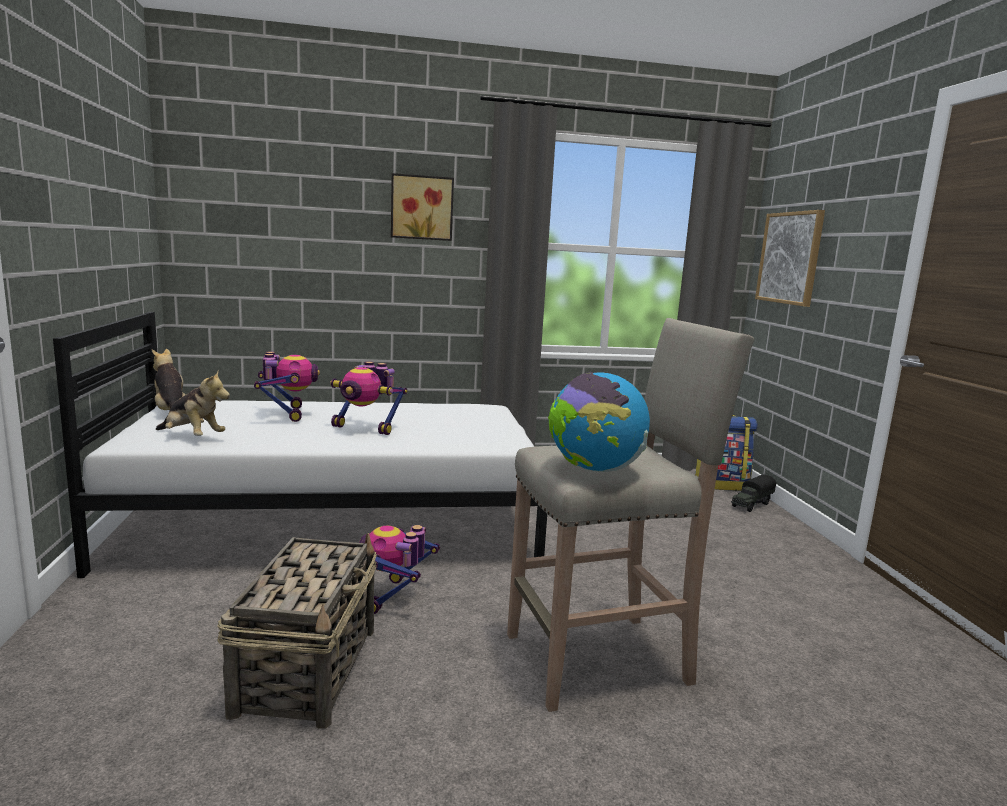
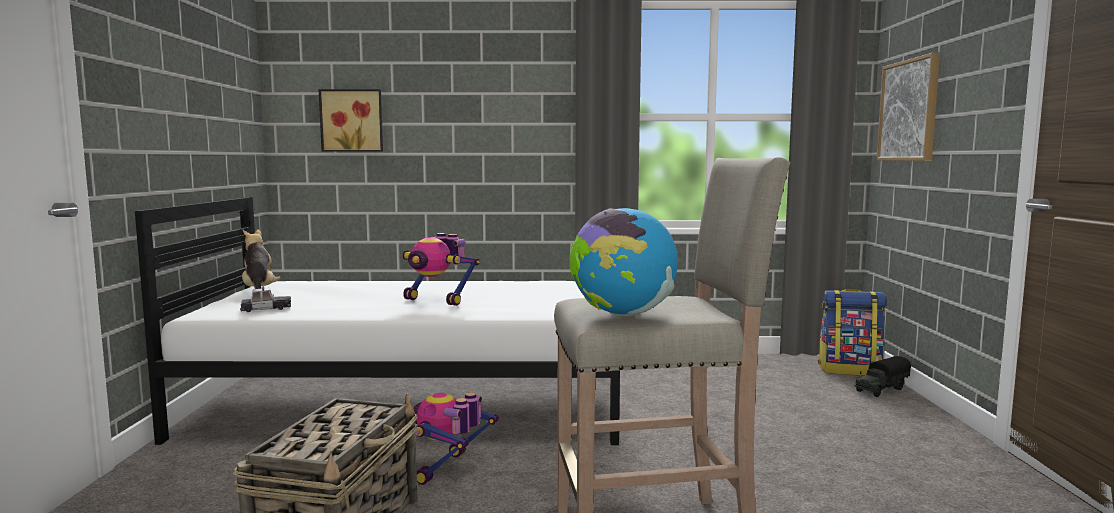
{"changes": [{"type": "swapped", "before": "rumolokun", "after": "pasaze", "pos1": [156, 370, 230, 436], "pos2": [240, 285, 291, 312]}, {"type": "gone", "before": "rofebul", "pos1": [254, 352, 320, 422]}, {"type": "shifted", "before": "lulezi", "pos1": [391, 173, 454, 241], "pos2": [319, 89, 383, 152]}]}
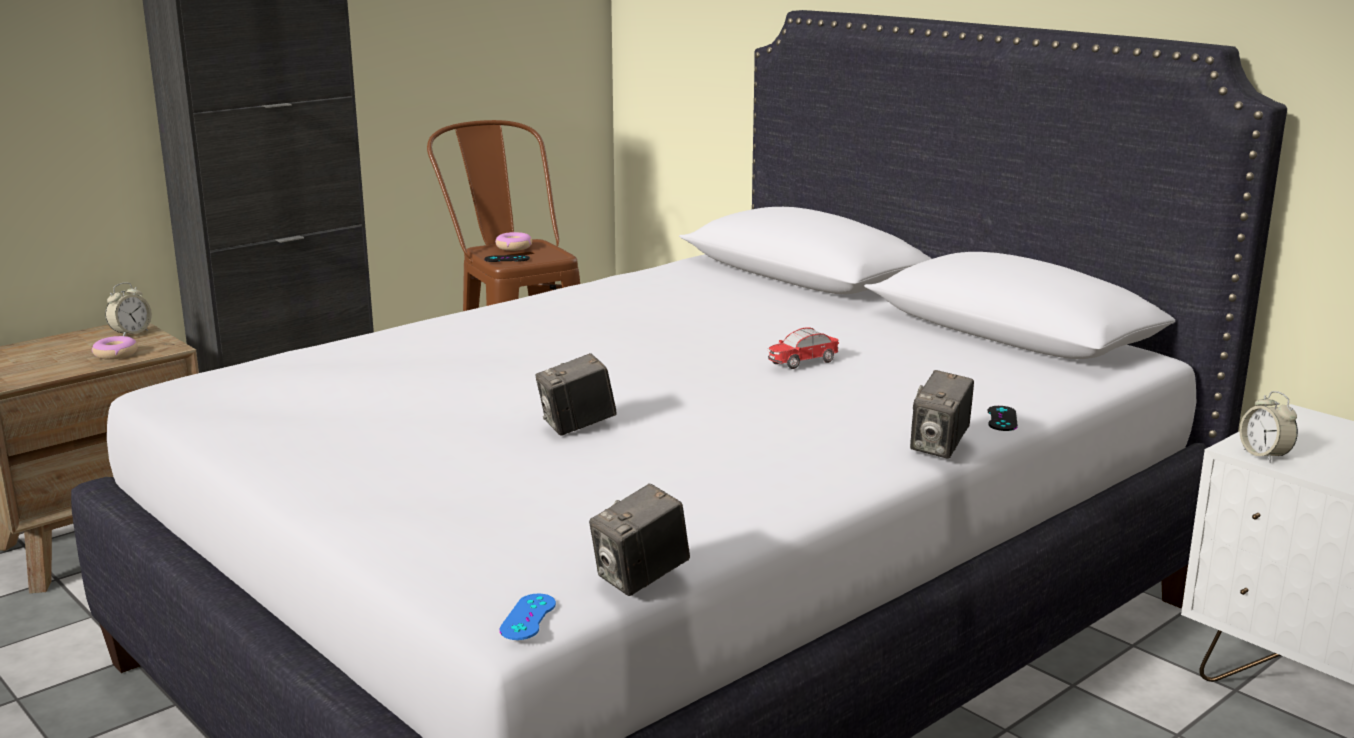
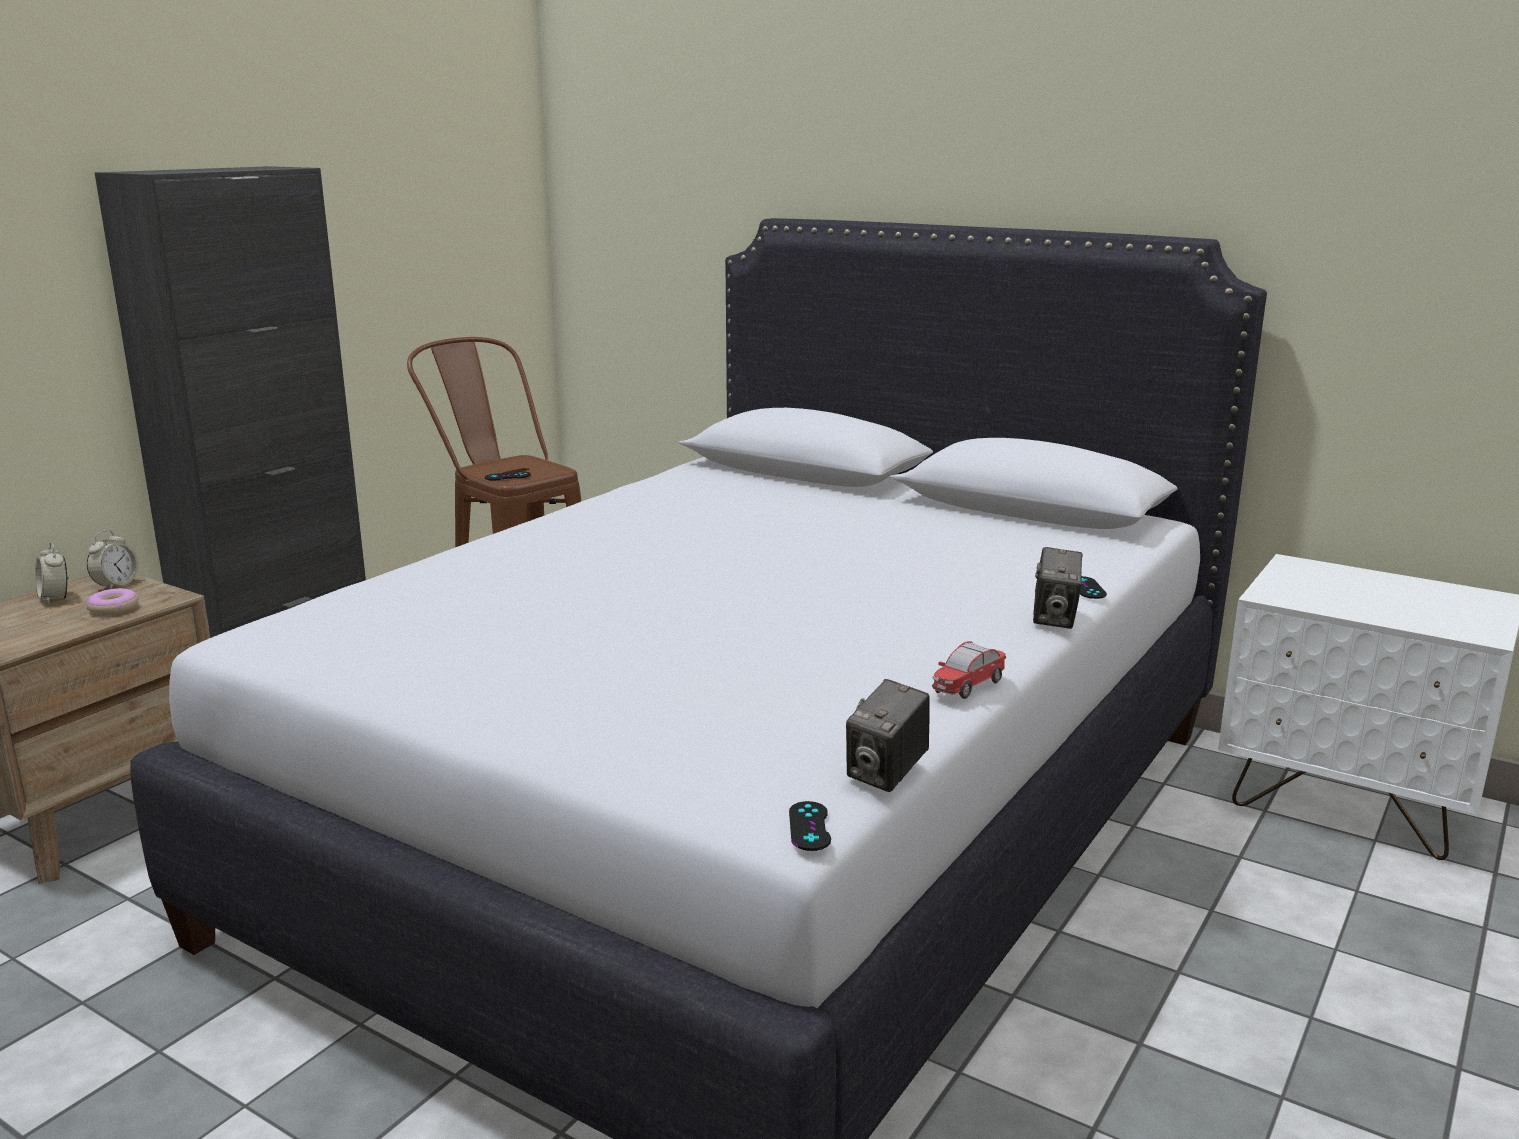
{"changes": [{"type": "gone", "before": "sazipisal", "pos1": [495, 232, 532, 251]}, {"type": "repainted", "before": "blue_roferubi", "after": "black_roferubi", "pos1": [499, 593, 556, 640], "pos2": [789, 801, 831, 851]}, {"type": "gone", "before": "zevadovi", "pos1": [535, 353, 617, 436]}, {"type": "shifted", "before": "pasaze", "pos1": [767, 327, 839, 369], "pos2": [932, 641, 1006, 699]}, {"type": "shifted", "before": "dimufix", "pos1": [1239, 391, 1298, 463], "pos2": [36, 542, 68, 605]}]}
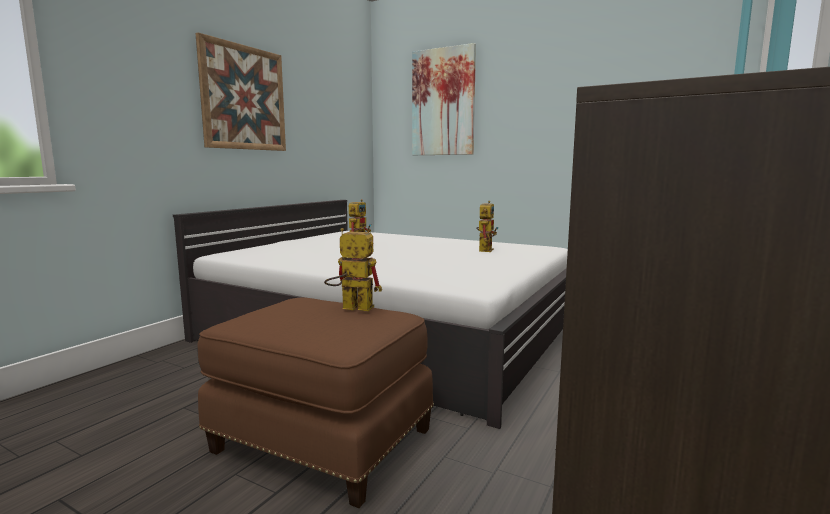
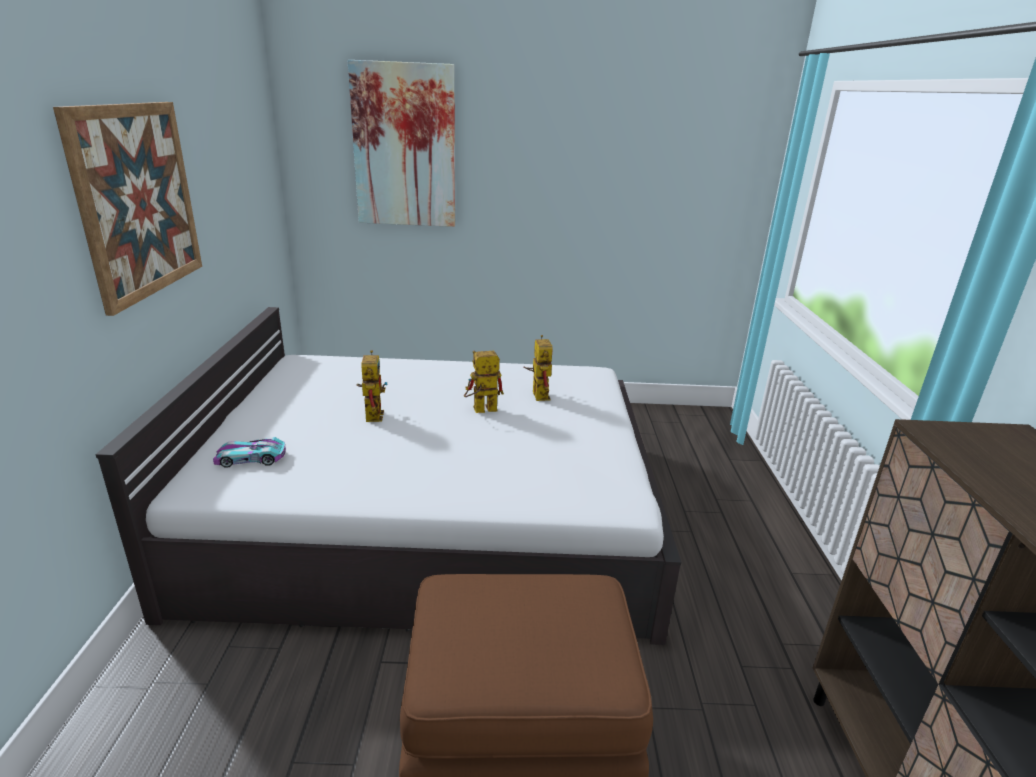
{"changes": [{"type": "shifted", "before": "rofebul", "pos1": [324, 228, 382, 312], "pos2": [464, 351, 504, 413]}, {"type": "new", "after": "pasaze", "pos2": [213, 437, 286, 468]}]}
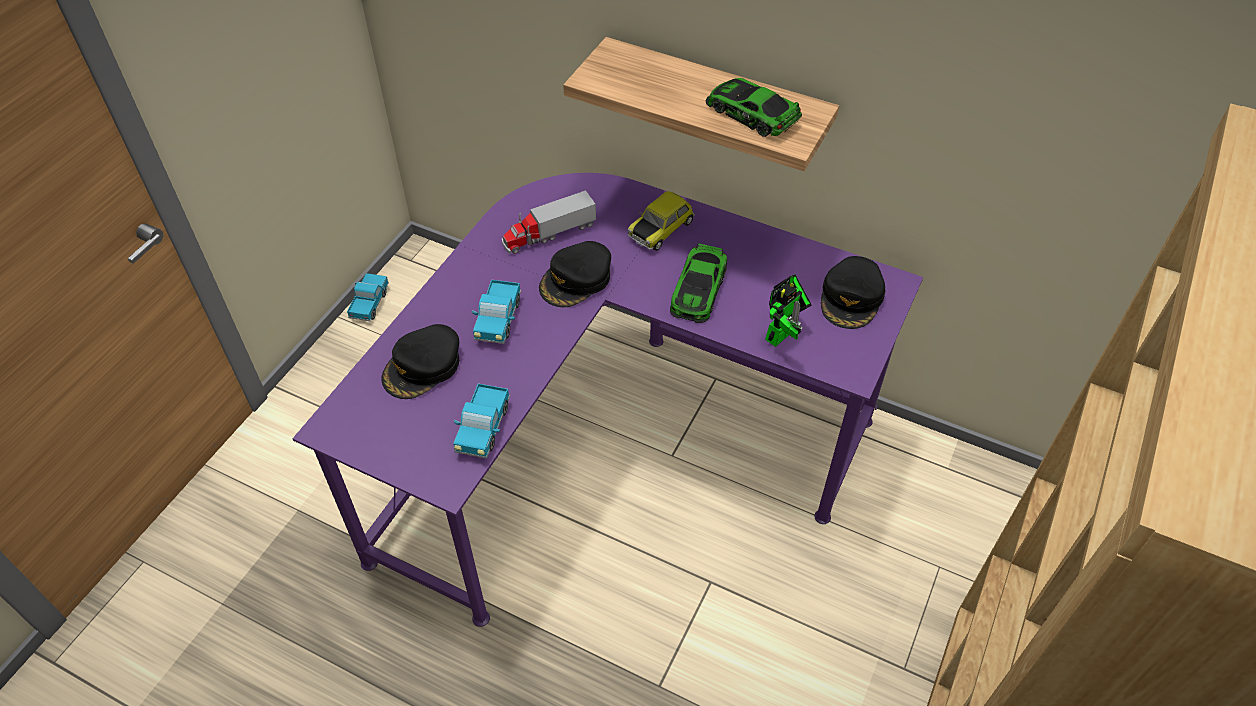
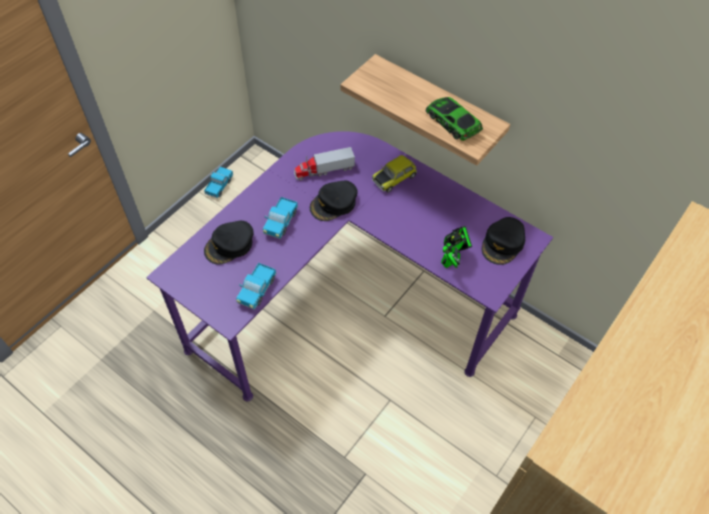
{"changes": [{"type": "gone", "before": "pasaze", "pos1": [670, 244, 727, 323]}]}
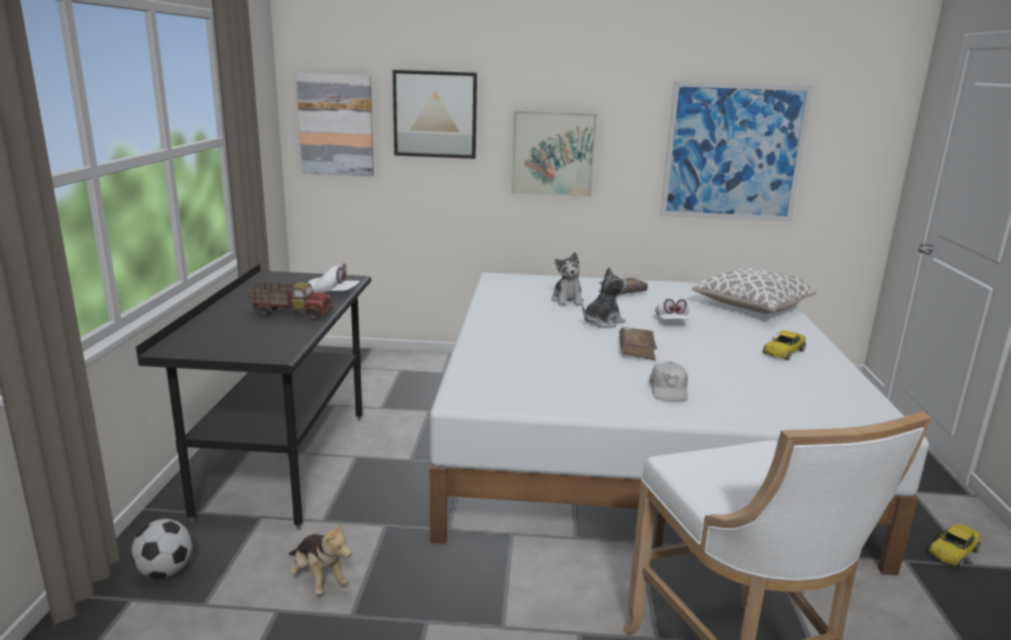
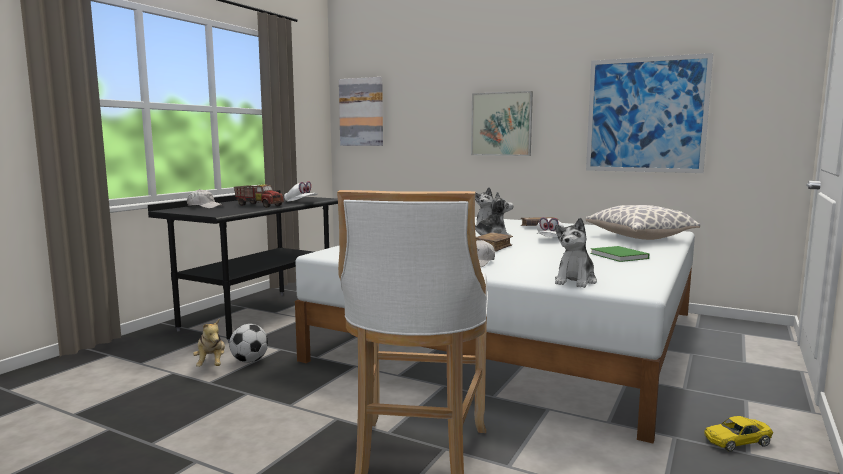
{"changes": [{"type": "shifted", "before": "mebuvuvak", "pos1": [131, 519, 193, 578], "pos2": [229, 324, 268, 363]}, {"type": "gone", "before": "lulezi", "pos1": [393, 70, 477, 159]}, {"type": "swapped", "before": "yellow_pasaze", "after": "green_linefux", "pos1": [763, 330, 806, 360], "pos2": [590, 246, 649, 262]}, {"type": "new", "after": "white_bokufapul", "pos2": [187, 189, 224, 209]}, {"type": "new", "after": "rumolokun", "pos2": [555, 218, 597, 288]}]}
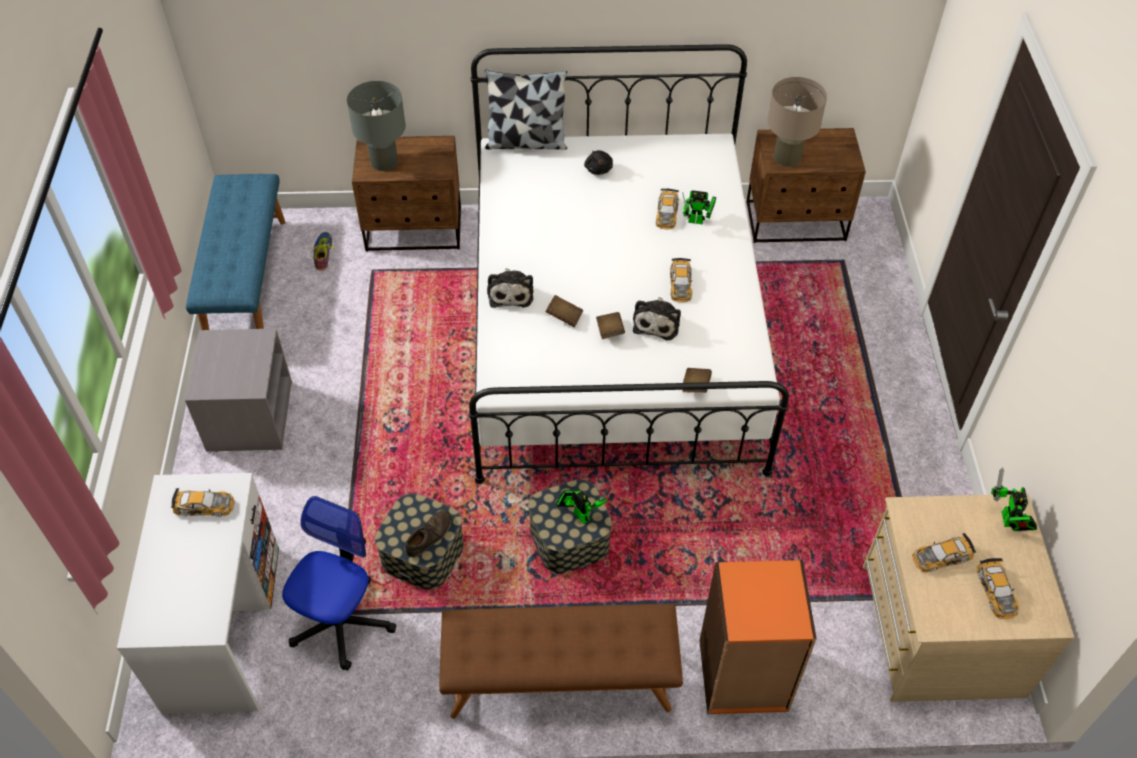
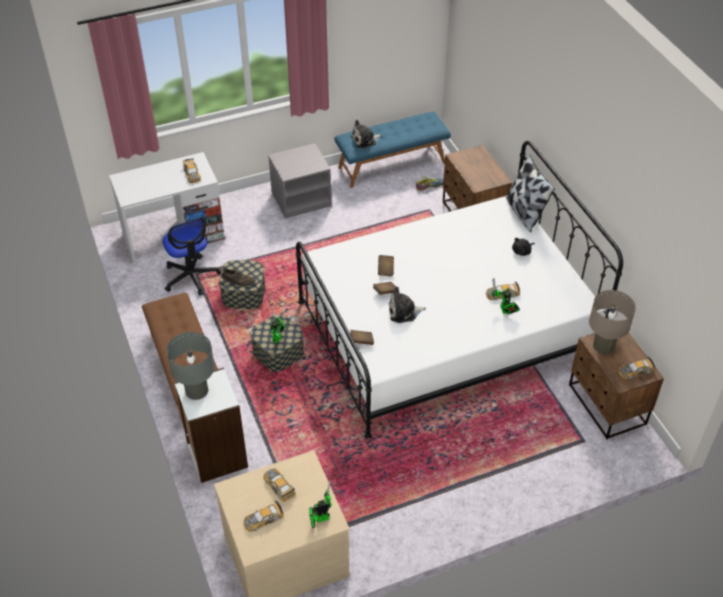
{"changes": [{"type": "rotated", "before": "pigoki", "pos1": [282, 496, 396, 671], "pos2": [163, 218, 222, 296], "turn": 60}, {"type": "shifted", "before": "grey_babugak", "pos1": [347, 81, 406, 171], "pos2": [166, 332, 215, 400]}, {"type": "shifted", "before": "rumolokun", "pos1": [487, 268, 533, 308], "pos2": [351, 120, 381, 149]}, {"type": "shifted", "before": "pasaze", "pos1": [670, 258, 692, 302], "pos2": [618, 356, 655, 379]}, {"type": "repainted", "before": "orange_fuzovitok", "after": "white_fuzovitok", "pos1": [699, 560, 817, 714], "pos2": [174, 368, 248, 483]}]}
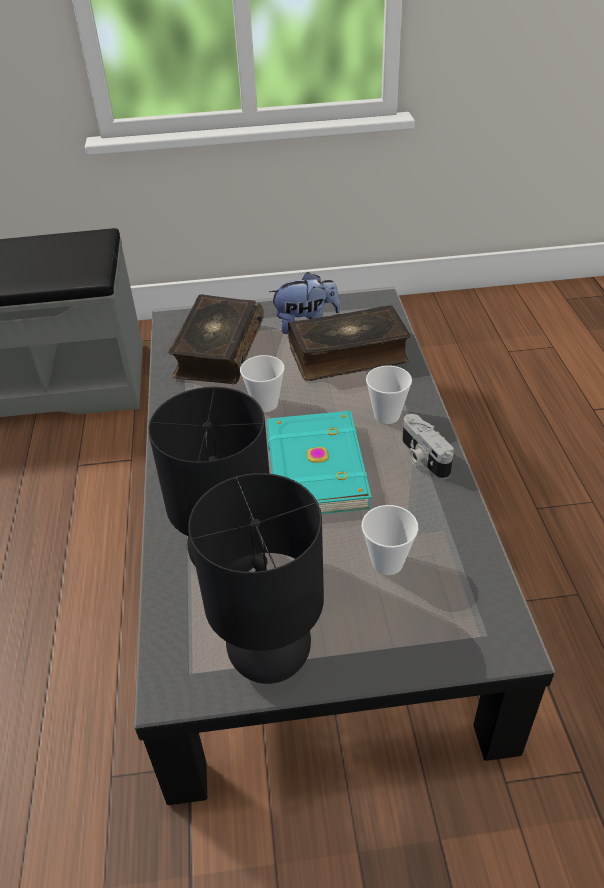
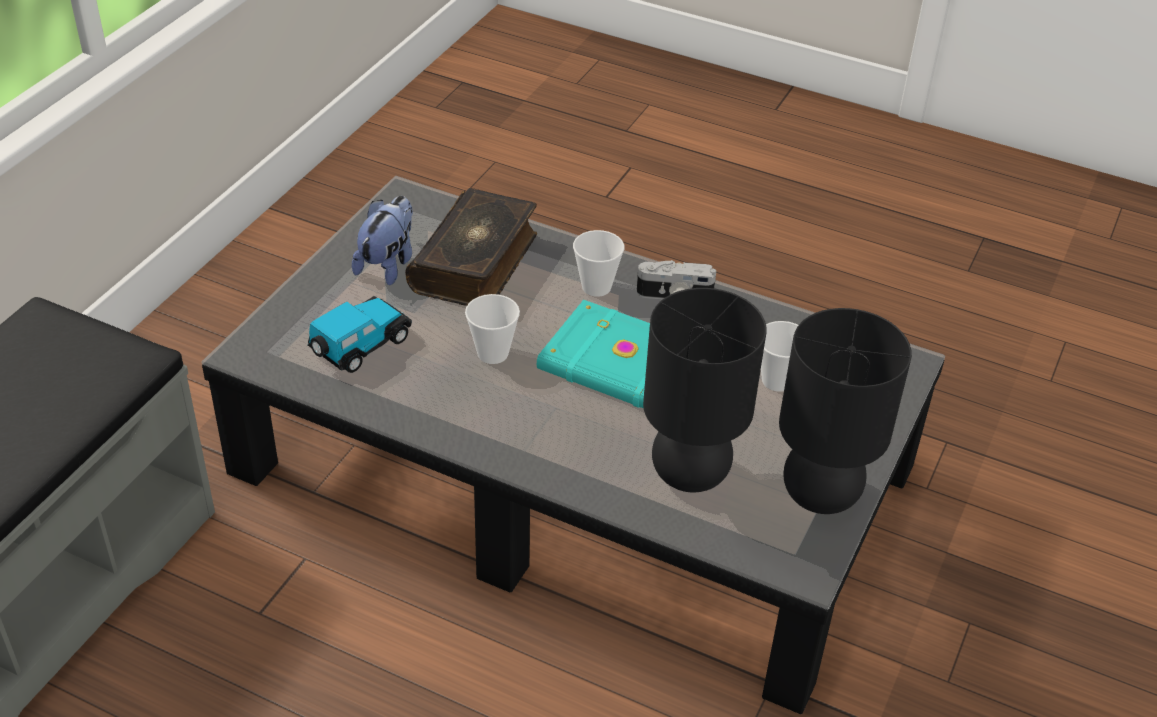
{"changes": [{"type": "swapped", "before": "linefux", "after": "pasaze", "pos1": [168, 294, 264, 384], "pos2": [308, 296, 412, 373]}]}
